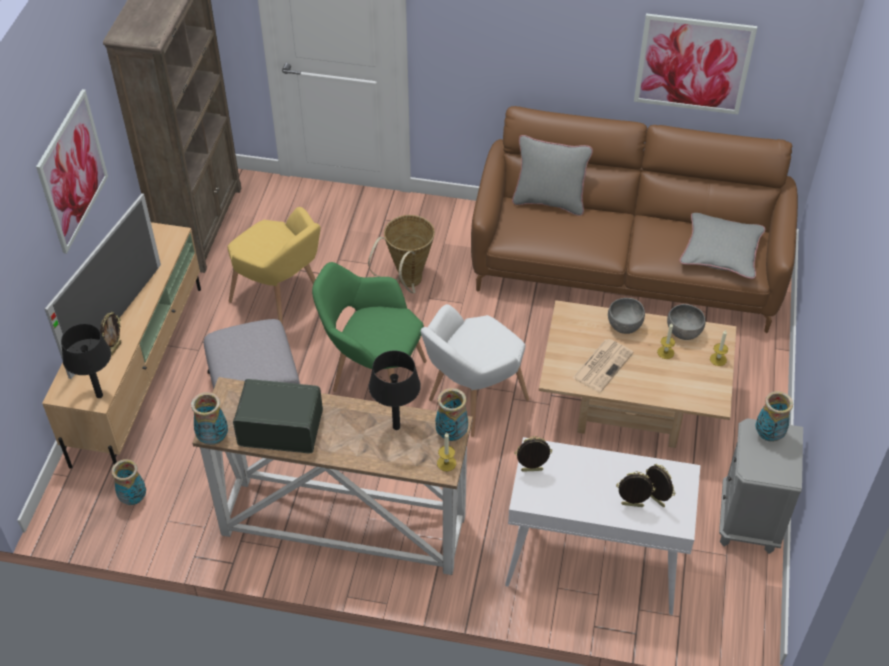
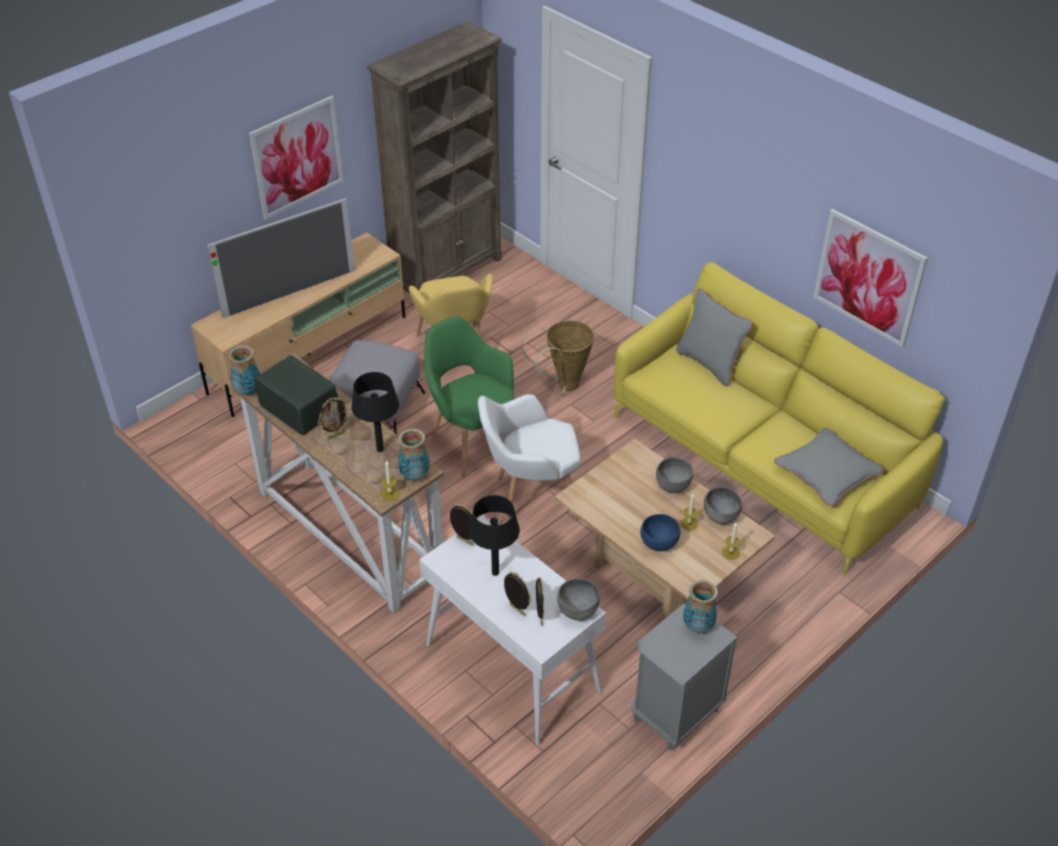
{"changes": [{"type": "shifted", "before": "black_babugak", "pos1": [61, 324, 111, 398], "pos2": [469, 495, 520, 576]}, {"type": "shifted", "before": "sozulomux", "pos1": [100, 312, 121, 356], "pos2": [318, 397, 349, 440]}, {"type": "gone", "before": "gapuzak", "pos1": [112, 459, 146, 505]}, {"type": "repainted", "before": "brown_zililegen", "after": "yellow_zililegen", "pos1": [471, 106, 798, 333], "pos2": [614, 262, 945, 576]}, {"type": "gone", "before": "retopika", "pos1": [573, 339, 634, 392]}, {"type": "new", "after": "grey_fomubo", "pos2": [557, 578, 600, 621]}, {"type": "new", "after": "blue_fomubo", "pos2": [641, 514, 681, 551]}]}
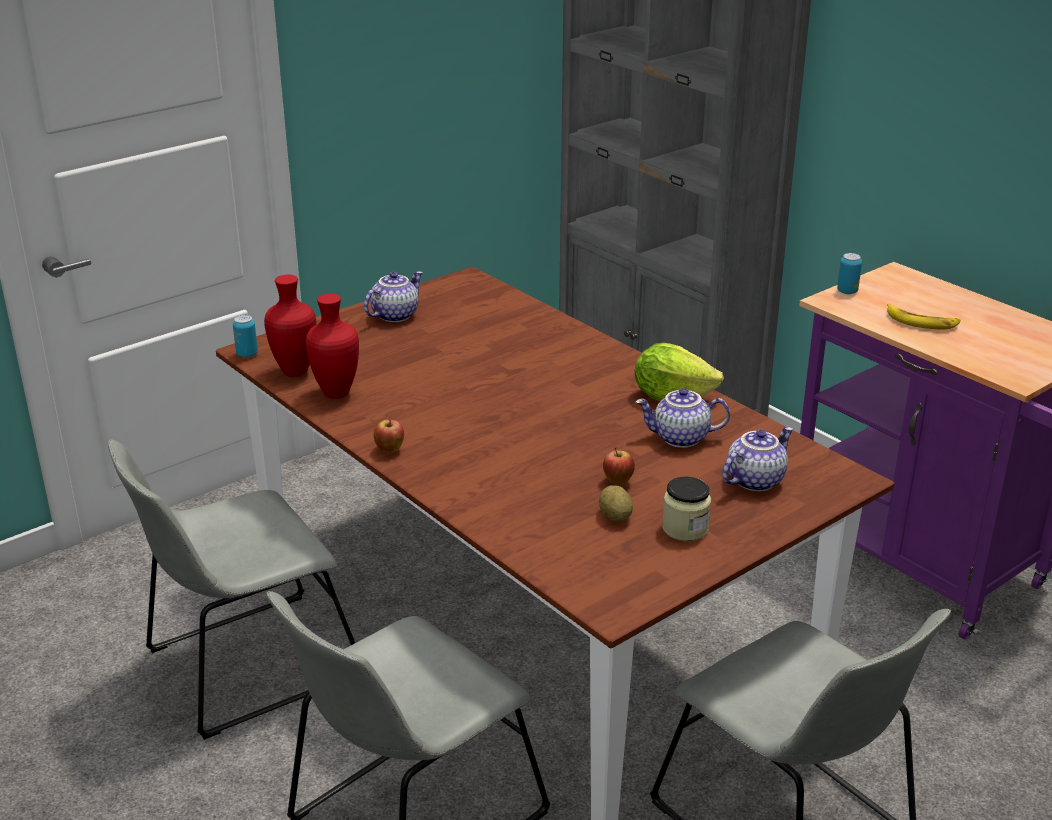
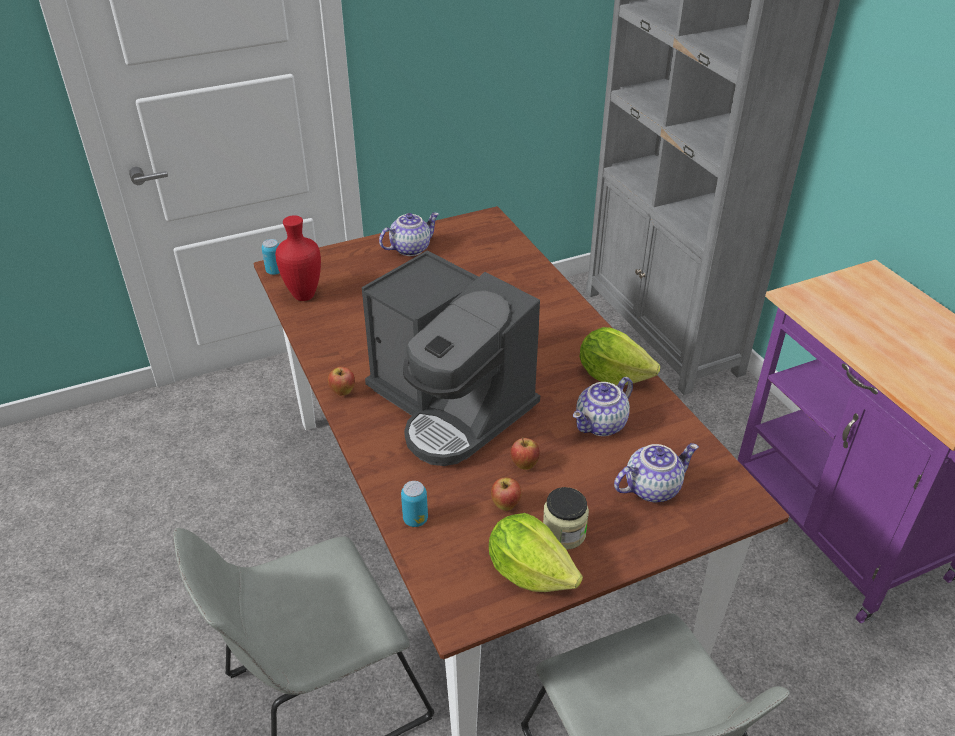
{"changes": [{"type": "gone", "before": "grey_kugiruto", "pos1": [108, 439, 355, 740]}, {"type": "gone", "before": "red_gapuzak", "pos1": [306, 294, 359, 399]}, {"type": "swapped", "before": "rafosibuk", "after": "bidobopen", "pos1": [599, 485, 633, 521], "pos2": [491, 477, 522, 511]}, {"type": "rotated", "before": "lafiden", "pos1": [635, 388, 730, 448], "pos2": [573, 377, 633, 436], "turn": -60}, {"type": "shifted", "before": "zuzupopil", "pos1": [837, 253, 862, 294], "pos2": [401, 481, 428, 527]}, {"type": "gone", "before": "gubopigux", "pos1": [887, 304, 961, 329]}, {"type": "new", "after": "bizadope", "pos2": [362, 250, 540, 466]}, {"type": "new", "after": "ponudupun", "pos2": [489, 513, 583, 592]}]}
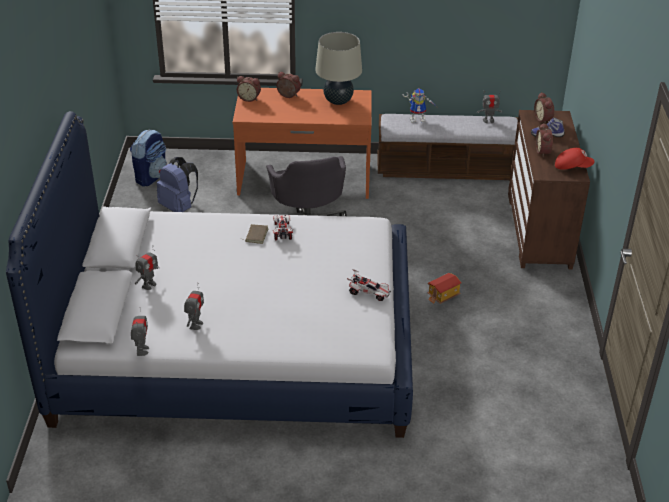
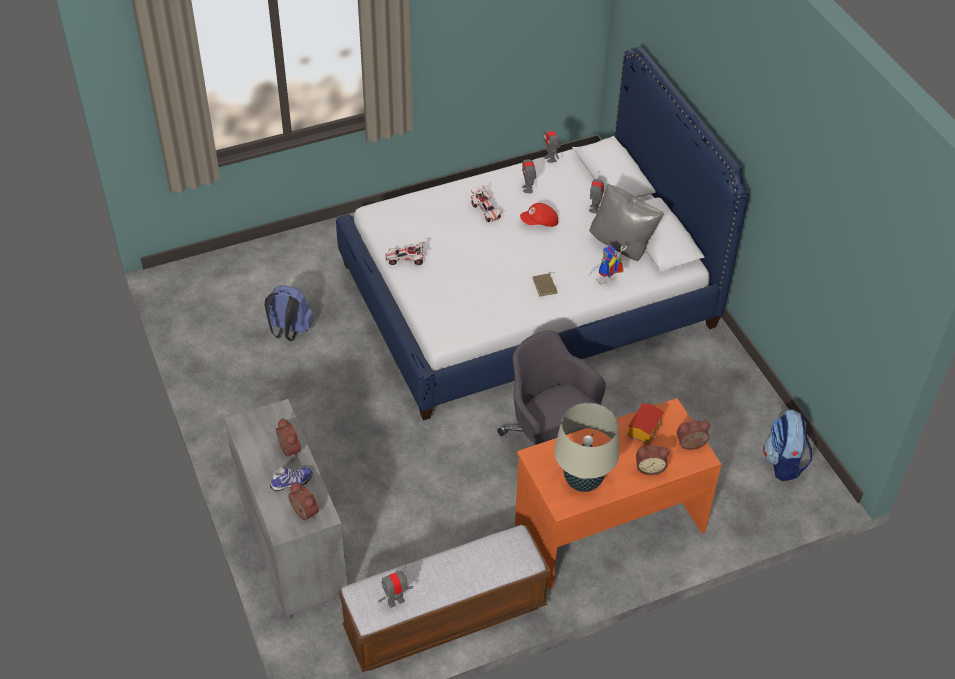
{"changes": [{"type": "shifted", "before": "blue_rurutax", "pos1": [157, 157, 198, 212], "pos2": [265, 285, 314, 341]}, {"type": "shifted", "before": "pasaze", "pos1": [273, 215, 293, 240], "pos2": [471, 186, 502, 222]}, {"type": "shifted", "before": "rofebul", "pos1": [403, 88, 437, 123], "pos2": [589, 246, 627, 285]}, {"type": "shifted", "before": "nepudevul", "pos1": [427, 273, 462, 304], "pos2": [627, 403, 664, 445]}, {"type": "repainted", "before": "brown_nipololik", "after": "grey_nipololik", "pos1": [508, 110, 590, 270], "pos2": [224, 399, 347, 620]}, {"type": "shifted", "before": "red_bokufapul", "pos1": [555, 148, 595, 170], "pos2": [520, 203, 558, 227]}, {"type": "new", "after": "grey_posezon", "pos2": [589, 184, 664, 261]}]}
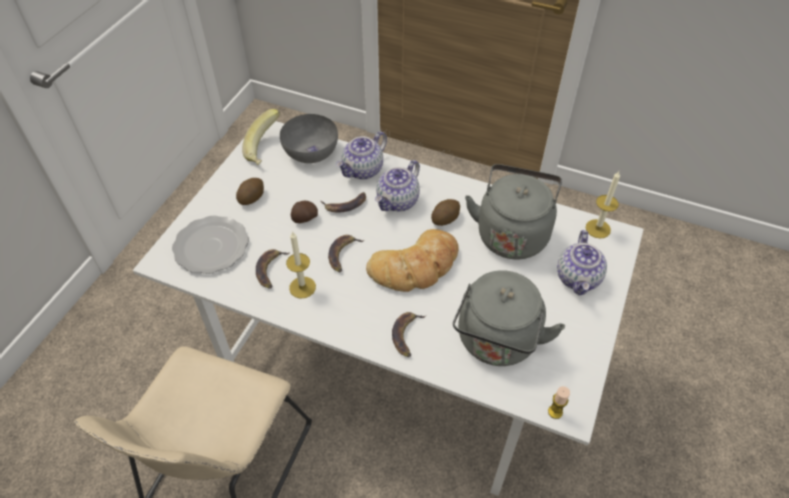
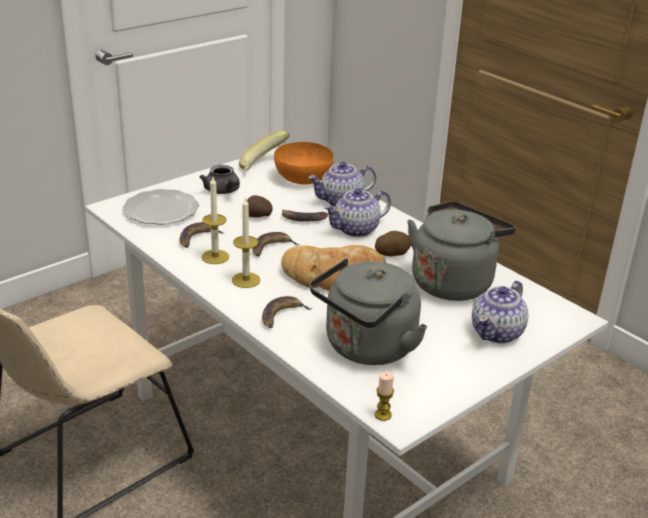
{"changes": [{"type": "swapped", "before": "rafosibuk", "after": "grey_lafiden", "pos1": [236, 178, 264, 205], "pos2": [199, 165, 240, 194]}, {"type": "repainted", "before": "grey_fomubo", "after": "orange_fomubo", "pos1": [280, 114, 338, 163], "pos2": [274, 142, 333, 185]}, {"type": "shifted", "before": "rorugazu", "pos1": [586, 171, 620, 238], "pos2": [232, 198, 260, 288]}]}
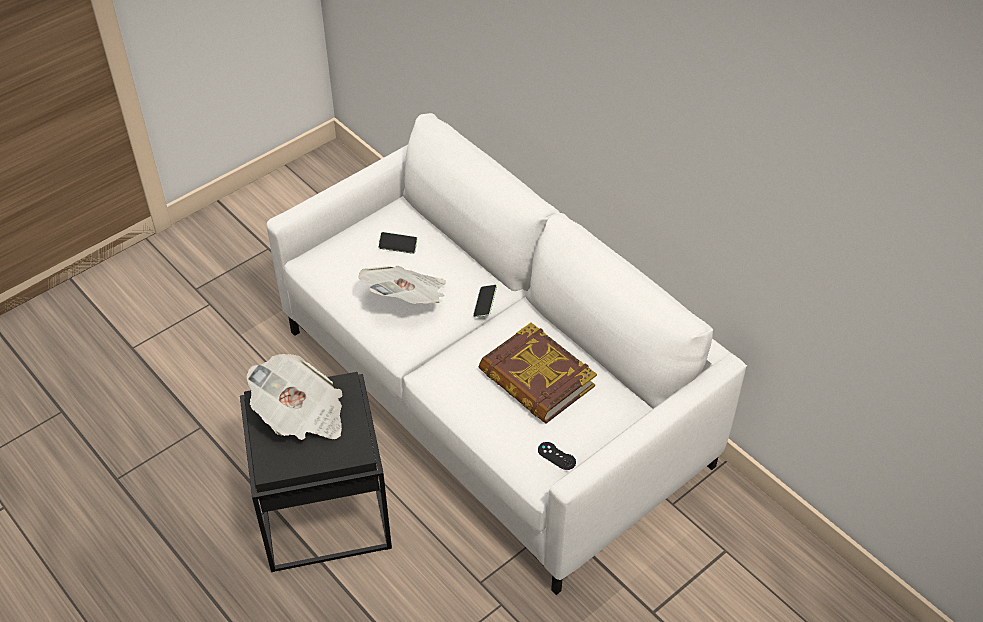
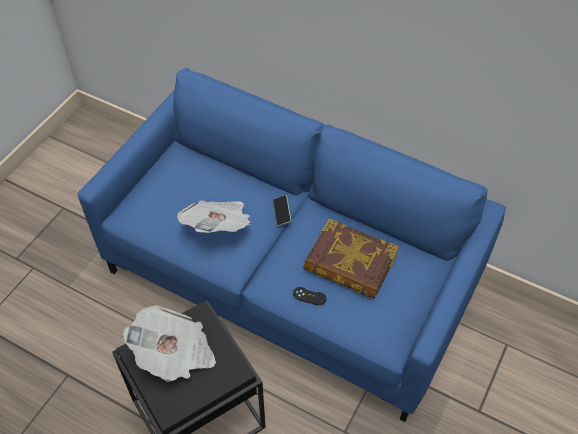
{"changes": [{"type": "repainted", "before": "white_zililegen", "after": "blue_zililegen", "pos1": [267, 113, 747, 595], "pos2": [78, 68, 506, 422]}, {"type": "gone", "before": "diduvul", "pos1": [378, 232, 417, 254]}, {"type": "shifted", "before": "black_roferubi", "pos1": [538, 442, 576, 470], "pos2": [293, 287, 327, 306]}]}
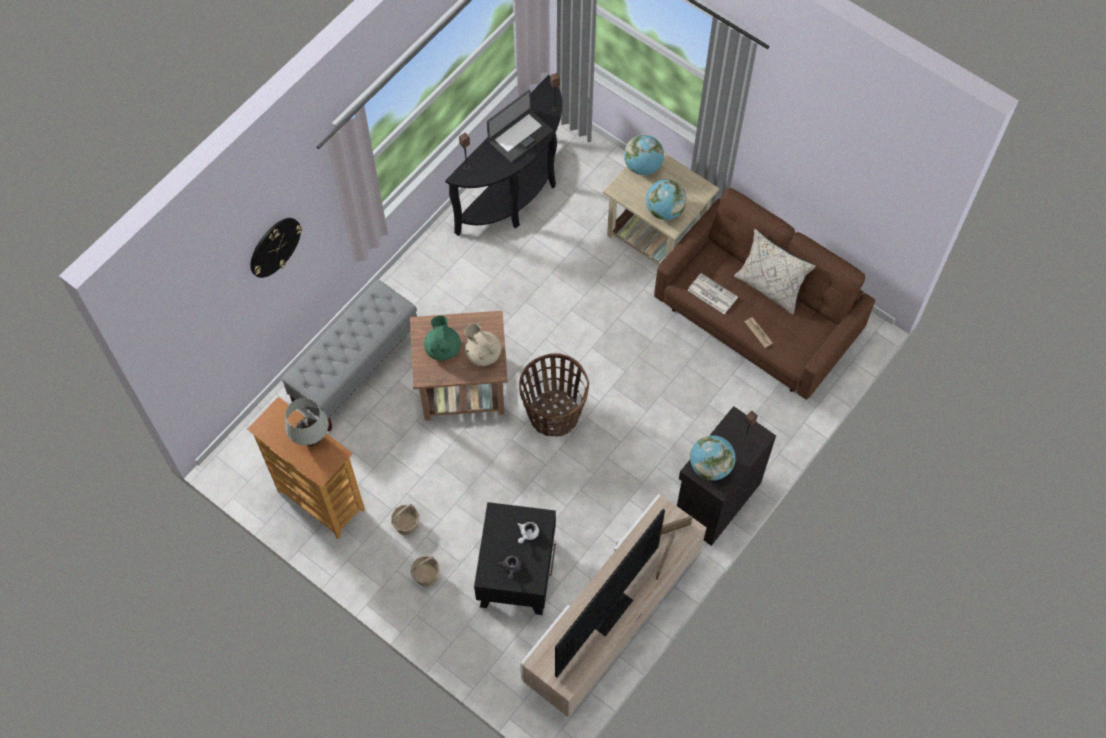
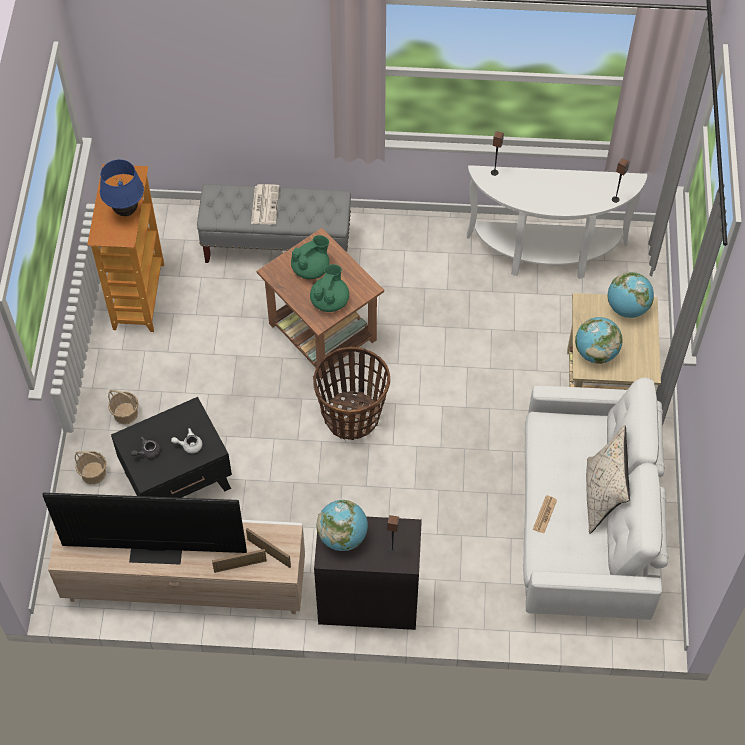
{"changes": [{"type": "gone", "before": "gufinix", "pos1": [250, 218, 302, 278]}, {"type": "repainted", "before": "white_babugak", "after": "blue_babugak", "pos1": [285, 398, 329, 446], "pos2": [100, 159, 144, 216]}, {"type": "shifted", "before": "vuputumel", "pos1": [391, 504, 420, 535], "pos2": [75, 451, 106, 485]}, {"type": "repainted", "before": "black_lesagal", "after": "white_lesagal", "pos1": [445, 75, 562, 236], "pos2": [467, 165, 647, 279]}, {"type": "repainted", "before": "beige_lafiden", "after": "green_lafiden", "pos1": [464, 323, 502, 366], "pos2": [310, 264, 349, 312]}, {"type": "gone", "before": "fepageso", "pos1": [487, 90, 553, 163]}, {"type": "repainted", "before": "brown_zililegen", "after": "white_zililegen", "pos1": [654, 188, 875, 400], "pos2": [523, 377, 669, 620]}, {"type": "shifted", "before": "retopika", "pos1": [688, 273, 738, 314], "pos2": [251, 184, 279, 224]}]}
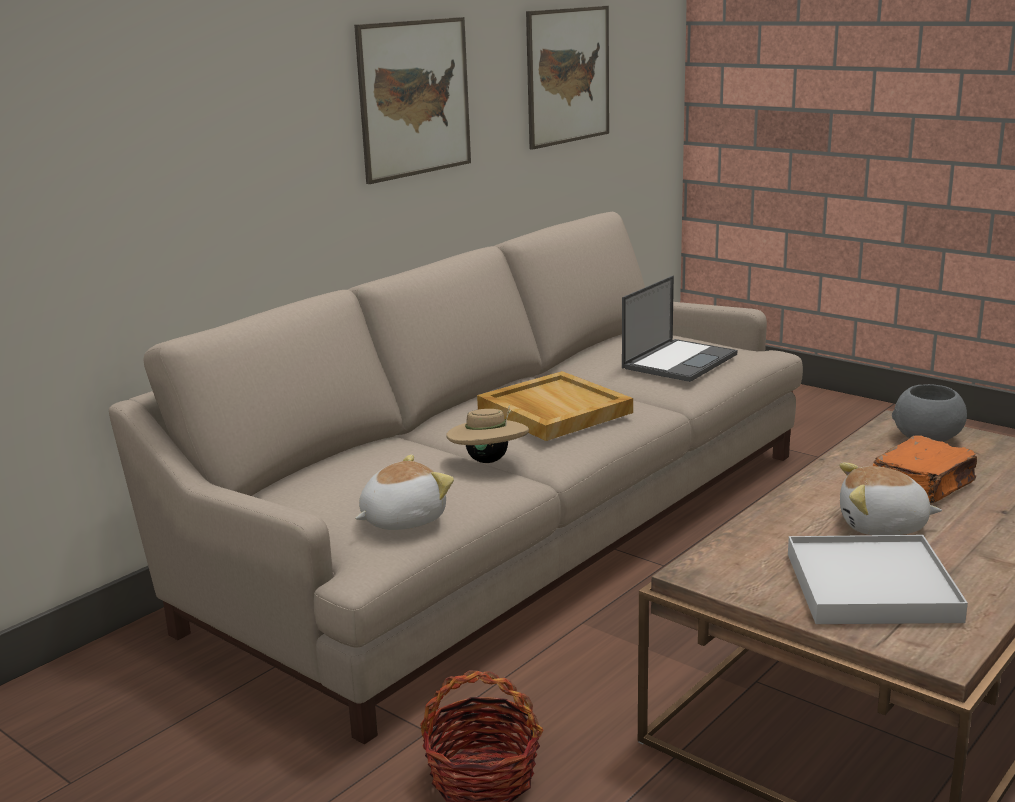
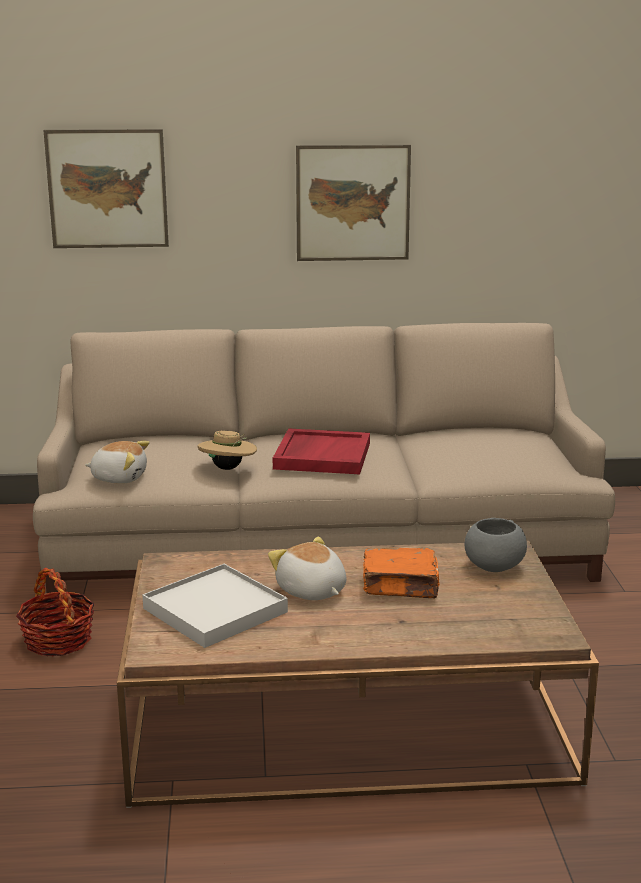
{"changes": [{"type": "repainted", "before": "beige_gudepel", "after": "red_gudepel", "pos1": [477, 371, 633, 441], "pos2": [273, 428, 370, 474]}, {"type": "shifted", "before": "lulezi", "pos1": [526, 6, 609, 150], "pos2": [43, 129, 169, 248]}, {"type": "gone", "before": "fepageso", "pos1": [622, 276, 737, 382]}]}
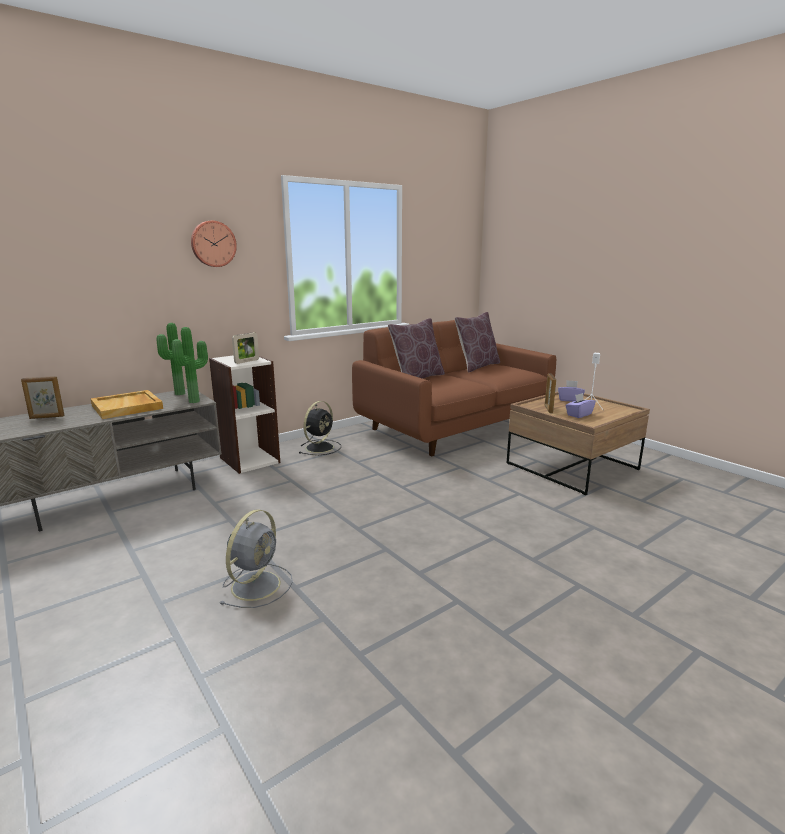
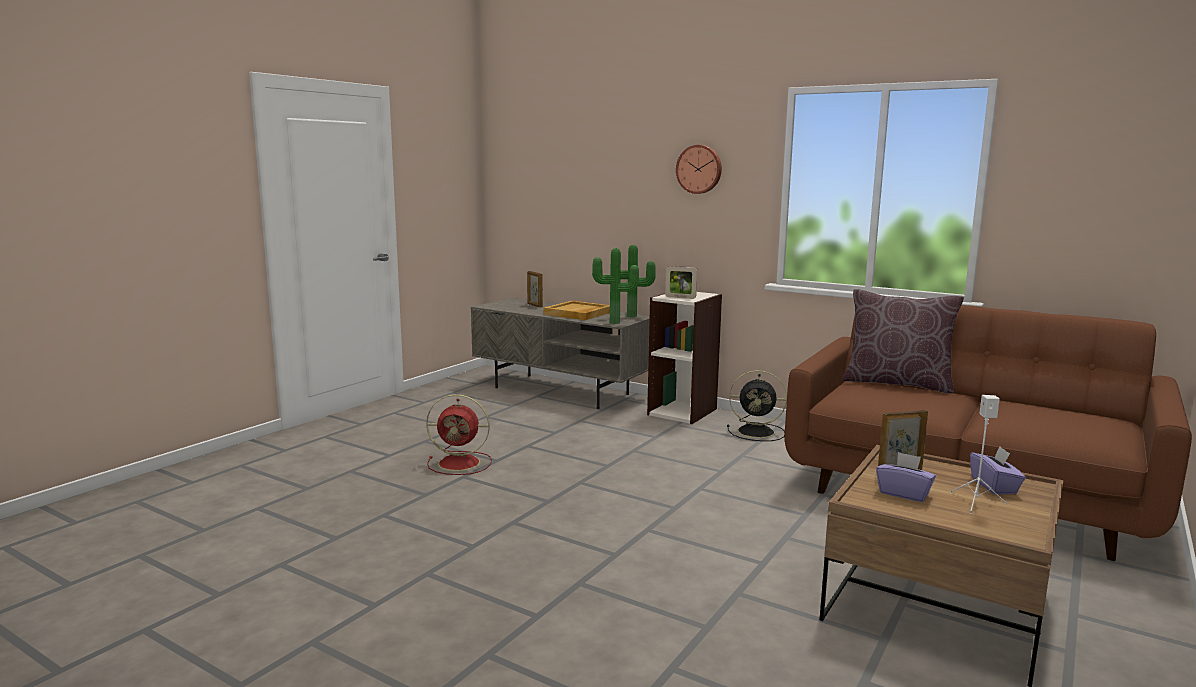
{"changes": [{"type": "repainted", "before": "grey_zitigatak", "after": "red_zitigatak", "pos1": [219, 509, 293, 608], "pos2": [426, 394, 492, 475]}, {"type": "gone", "before": "brown_posezon", "pos1": [455, 312, 500, 373]}]}
